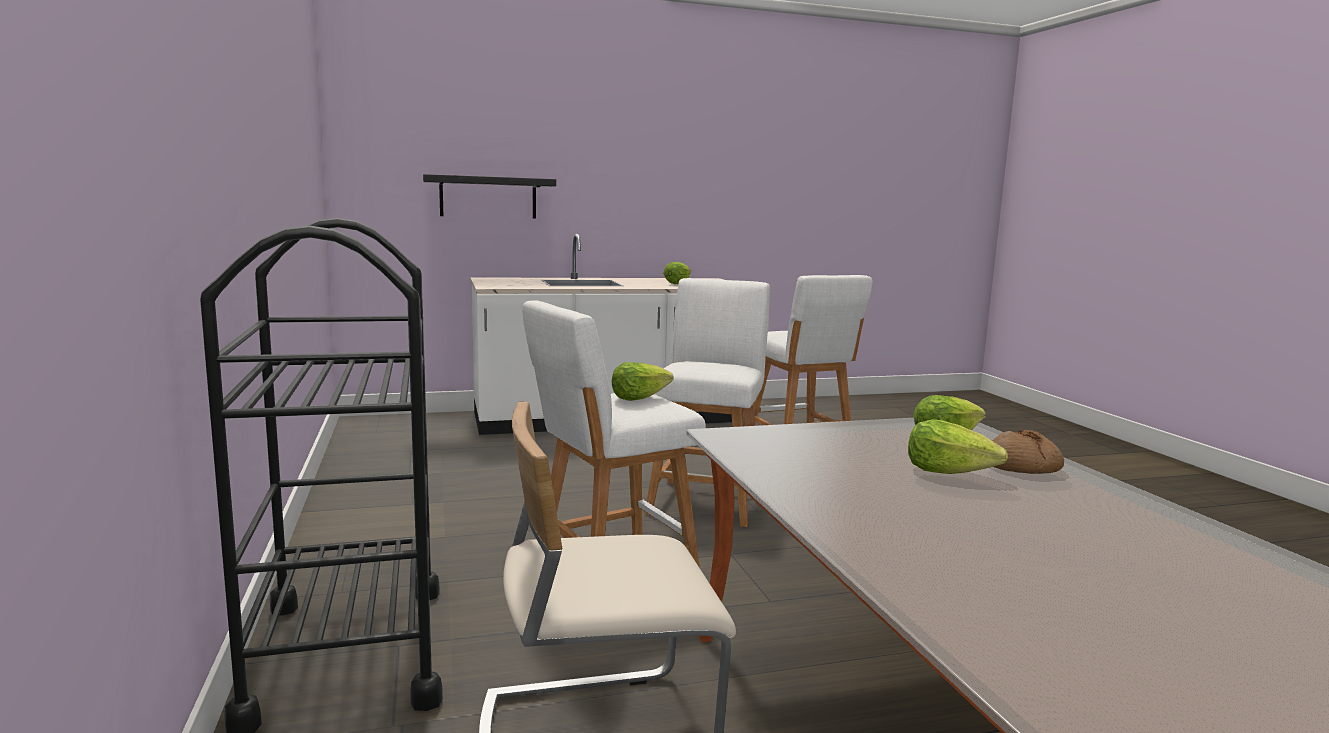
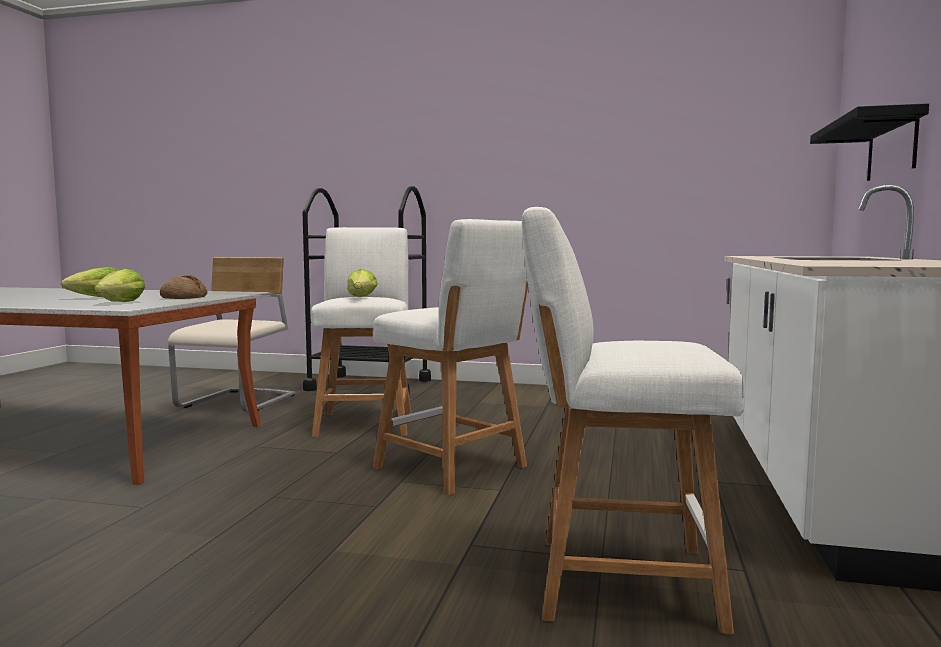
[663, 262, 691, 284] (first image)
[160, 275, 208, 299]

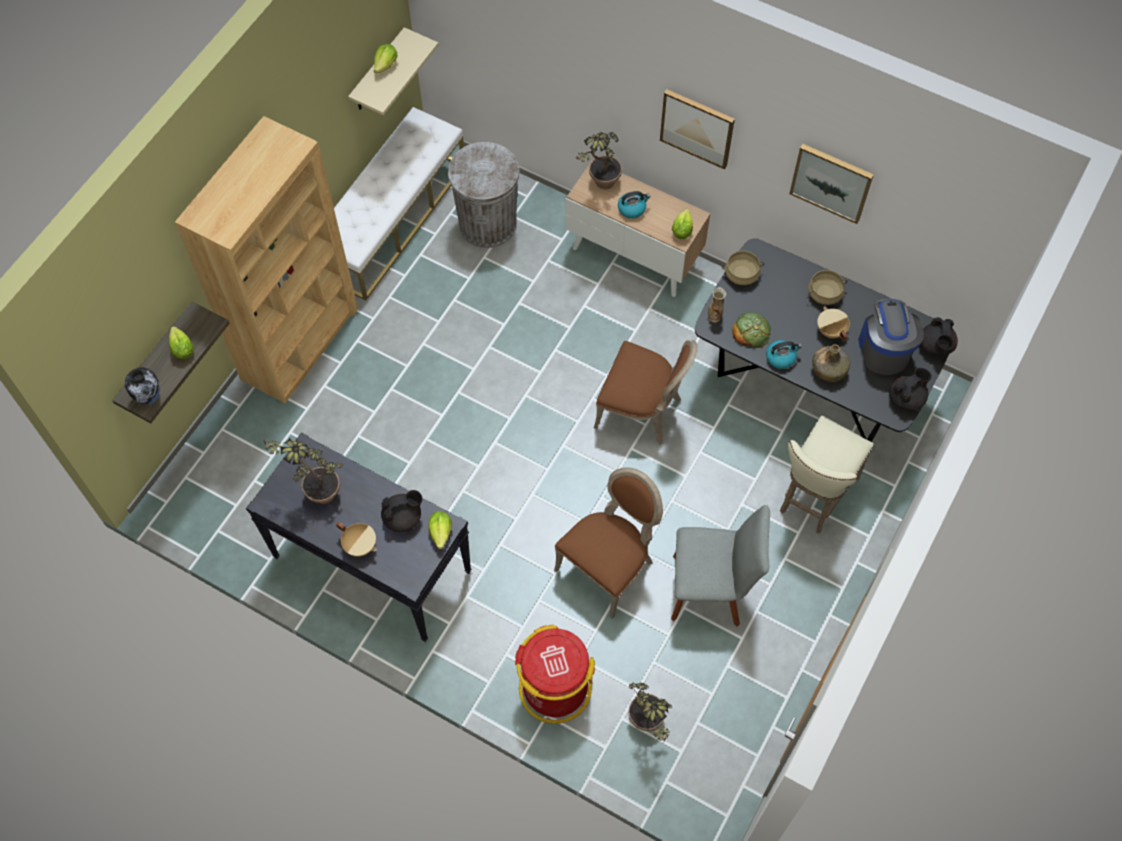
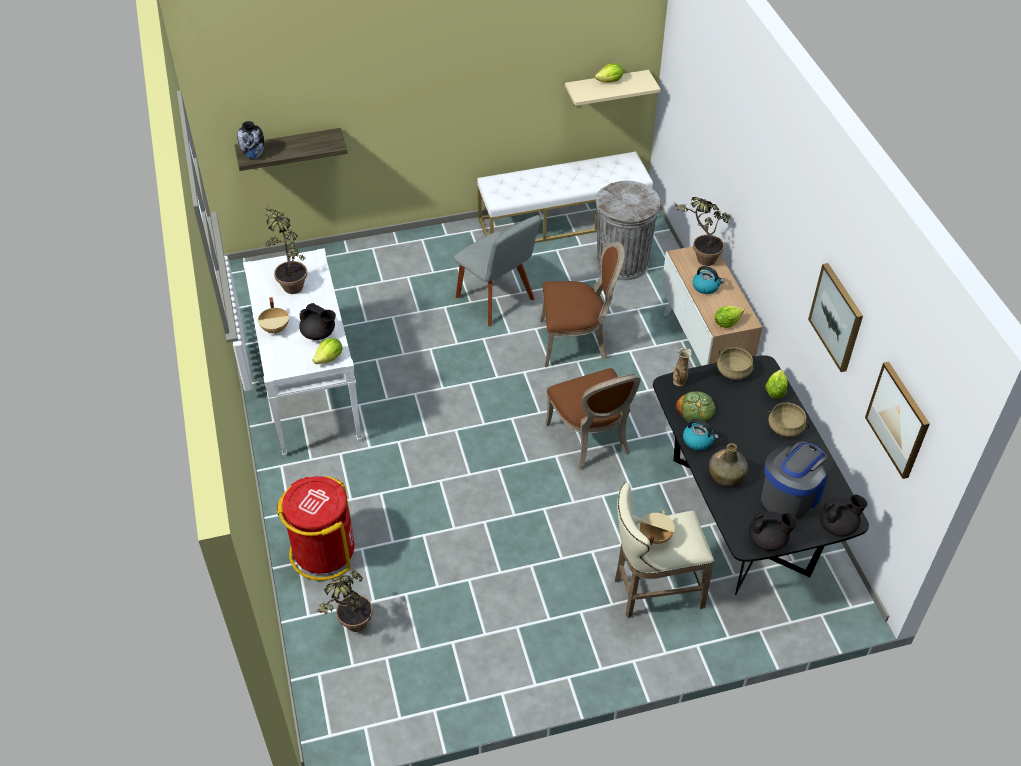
[865, 362, 930, 479]
[175, 116, 358, 403] (first image)
[640, 510, 675, 546]
[819, 494, 867, 537]
[765, 369, 788, 398]
[243, 248, 362, 457]
[540, 242, 625, 367]
[453, 215, 541, 326]

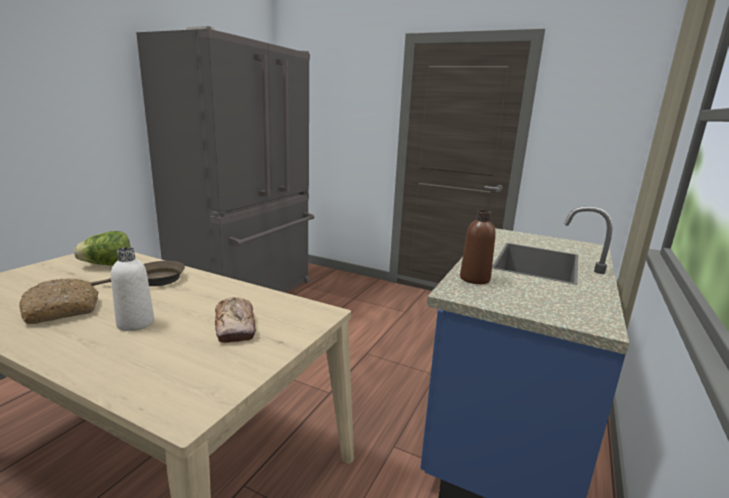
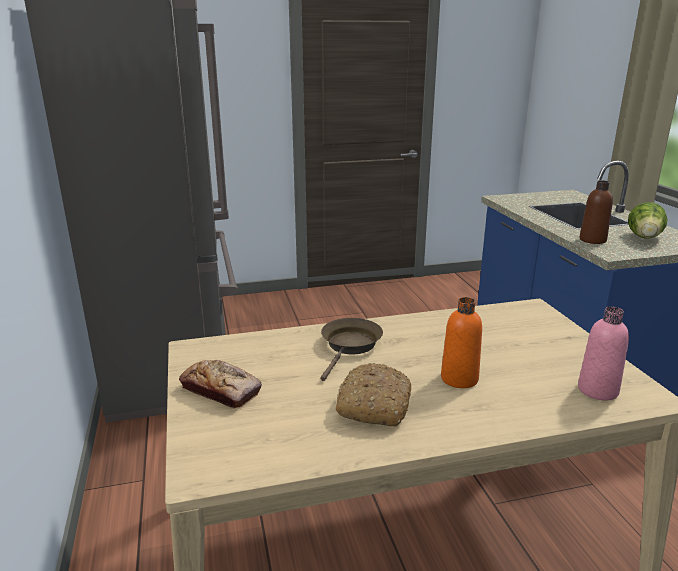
[628, 202, 667, 238]
[441, 297, 482, 388]
[179, 360, 262, 408]
[578, 306, 629, 401]

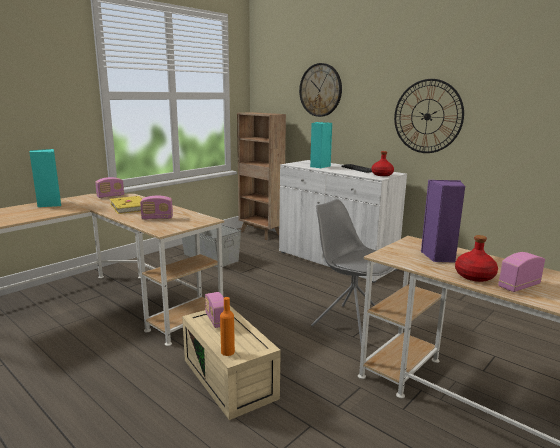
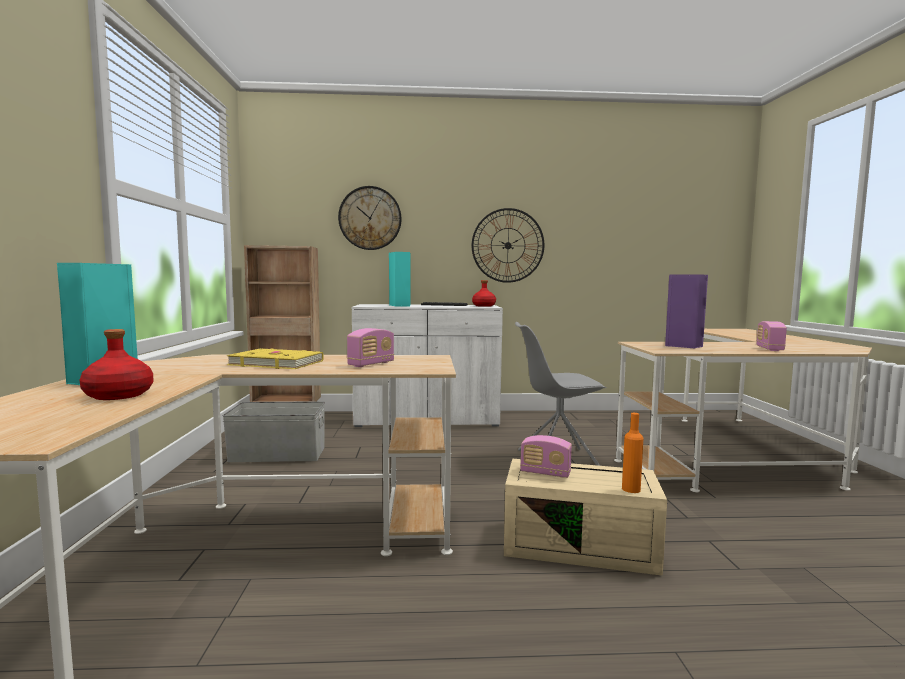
[95, 177, 124, 198] (first image)
[80, 329, 153, 400]

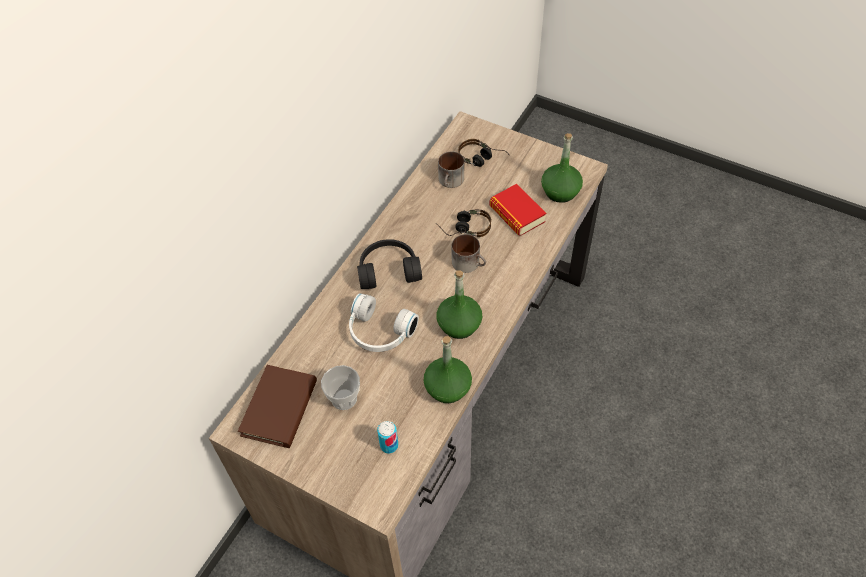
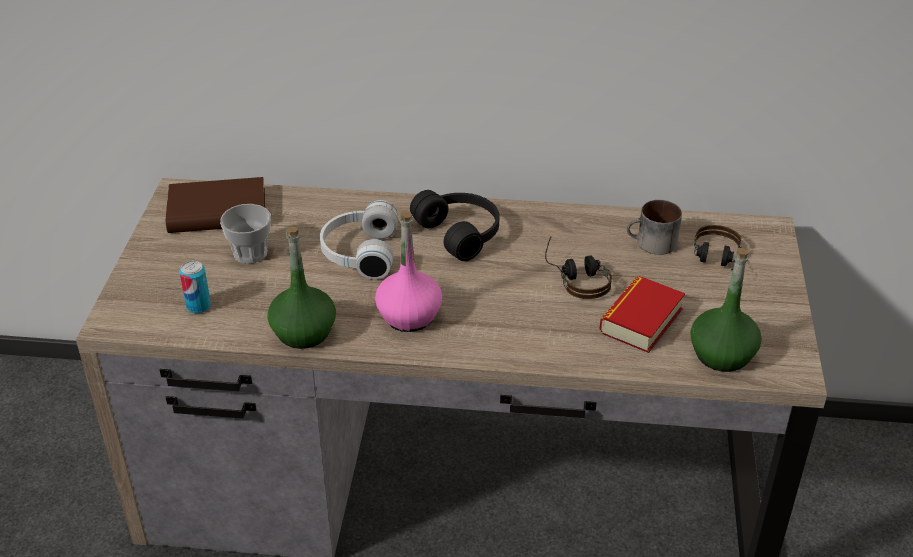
[451, 234, 486, 273] (first image)
[375, 210, 442, 332]

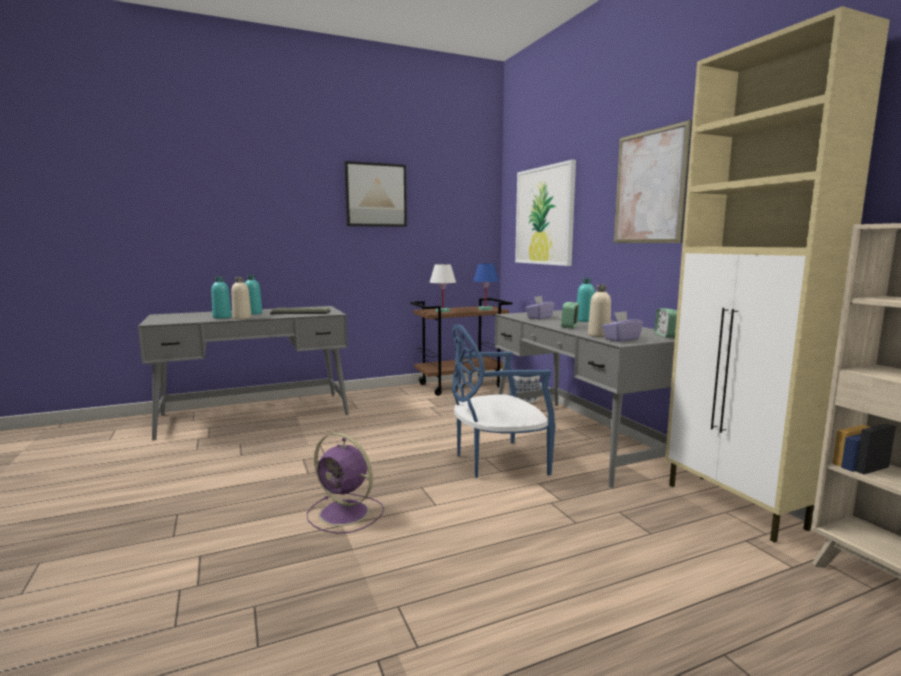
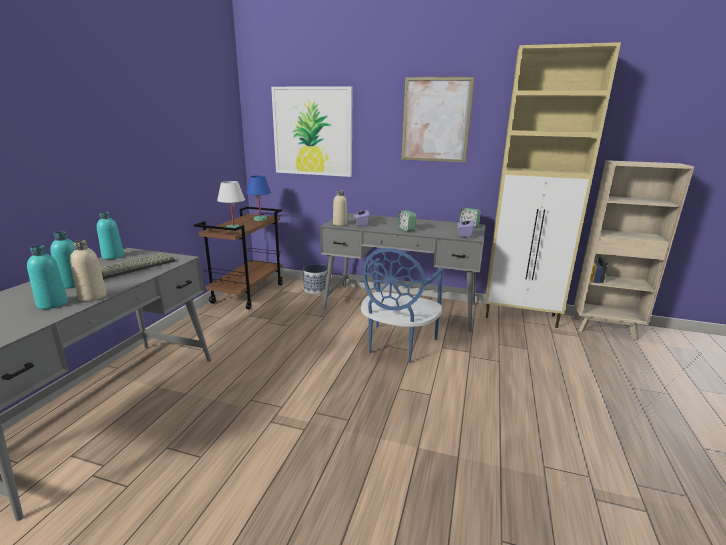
[344, 161, 407, 227] (first image)
[97, 212, 124, 259]
[333, 190, 347, 226]
[307, 433, 384, 534] (first image)

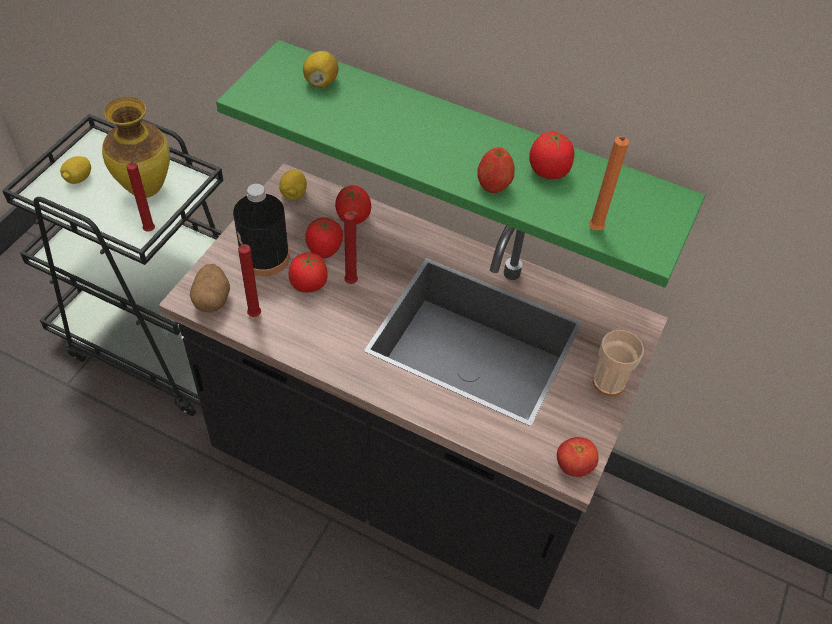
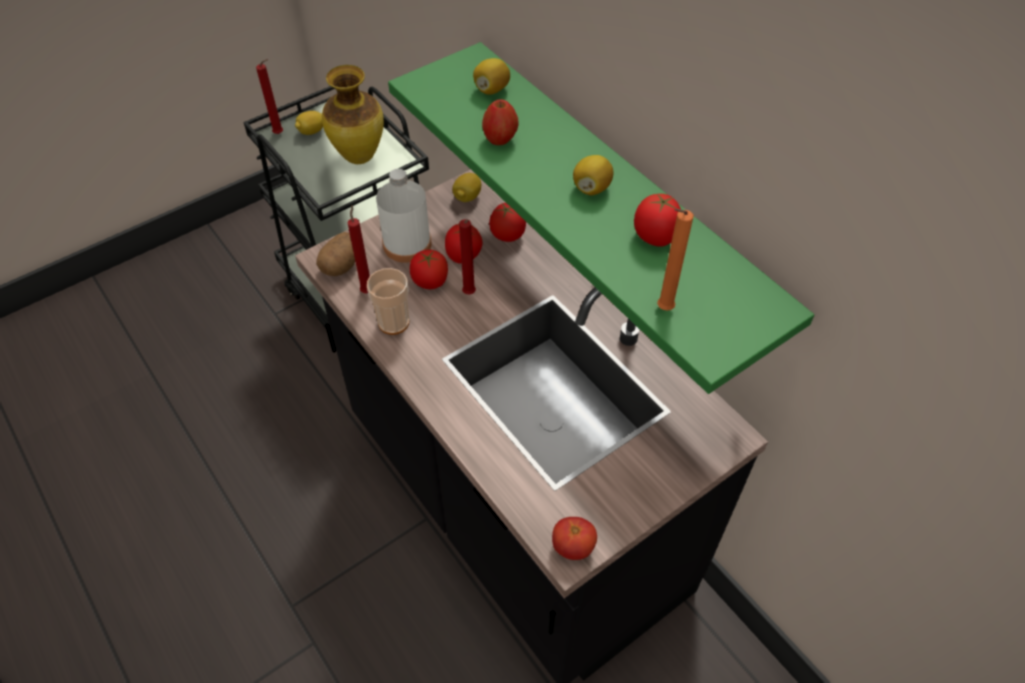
[482, 99, 519, 145]
[256, 59, 283, 134]
[376, 169, 432, 263]
[367, 268, 409, 335]
[573, 155, 613, 195]

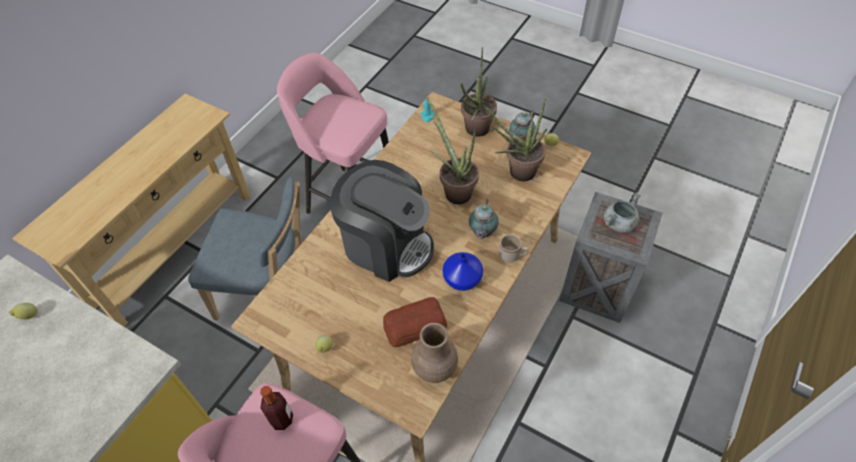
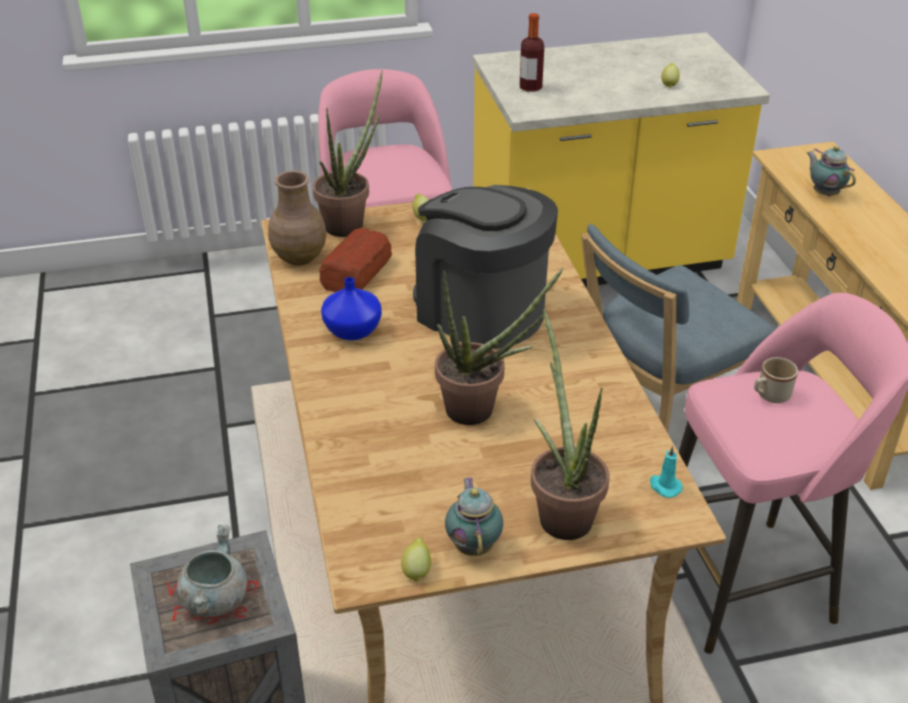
[313, 70, 383, 237]
[413, 185, 558, 349]
[807, 146, 856, 197]
[754, 357, 798, 403]
[520, 13, 544, 92]

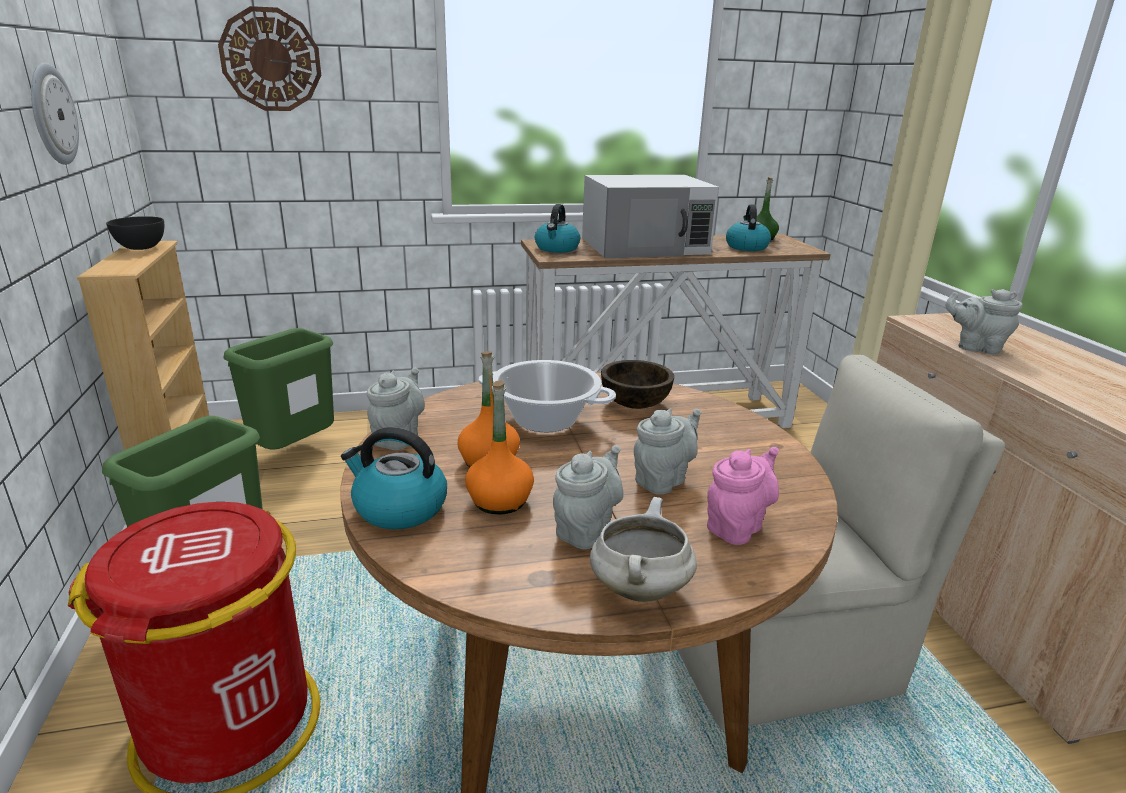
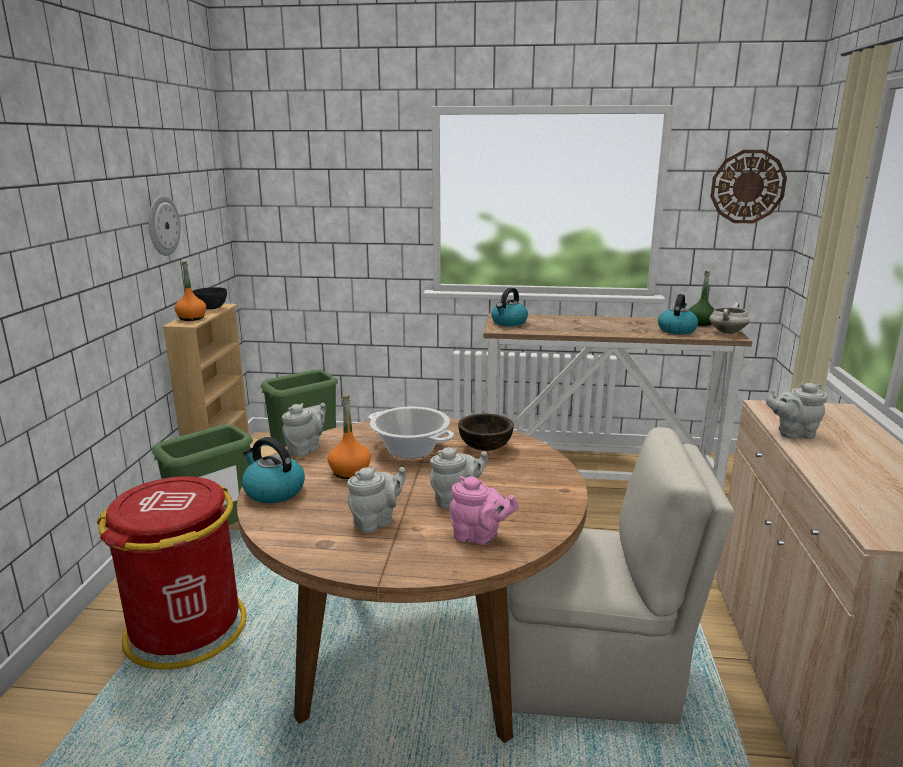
[710, 150, 787, 223]
[582, 175, 719, 258] (first image)
[766, 383, 828, 439]
[175, 261, 206, 321]
[450, 476, 519, 545]
[709, 303, 750, 334]

